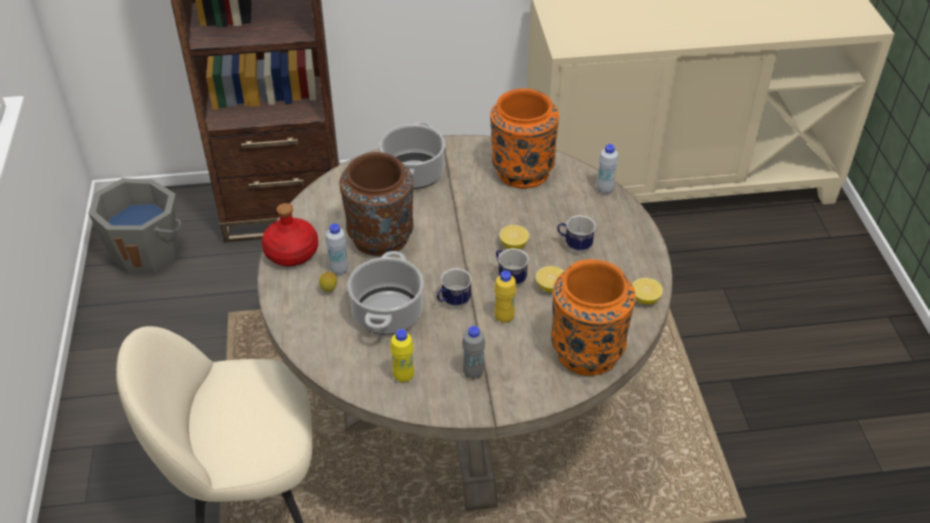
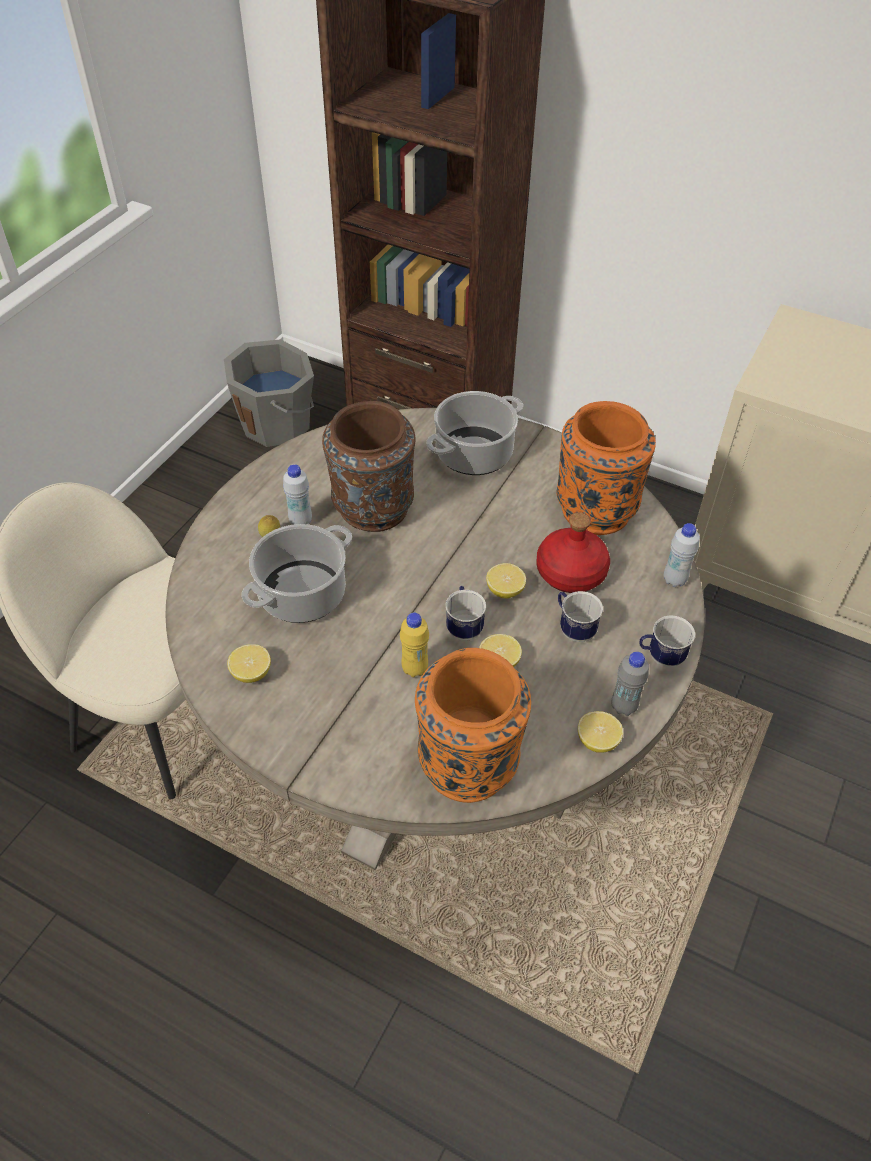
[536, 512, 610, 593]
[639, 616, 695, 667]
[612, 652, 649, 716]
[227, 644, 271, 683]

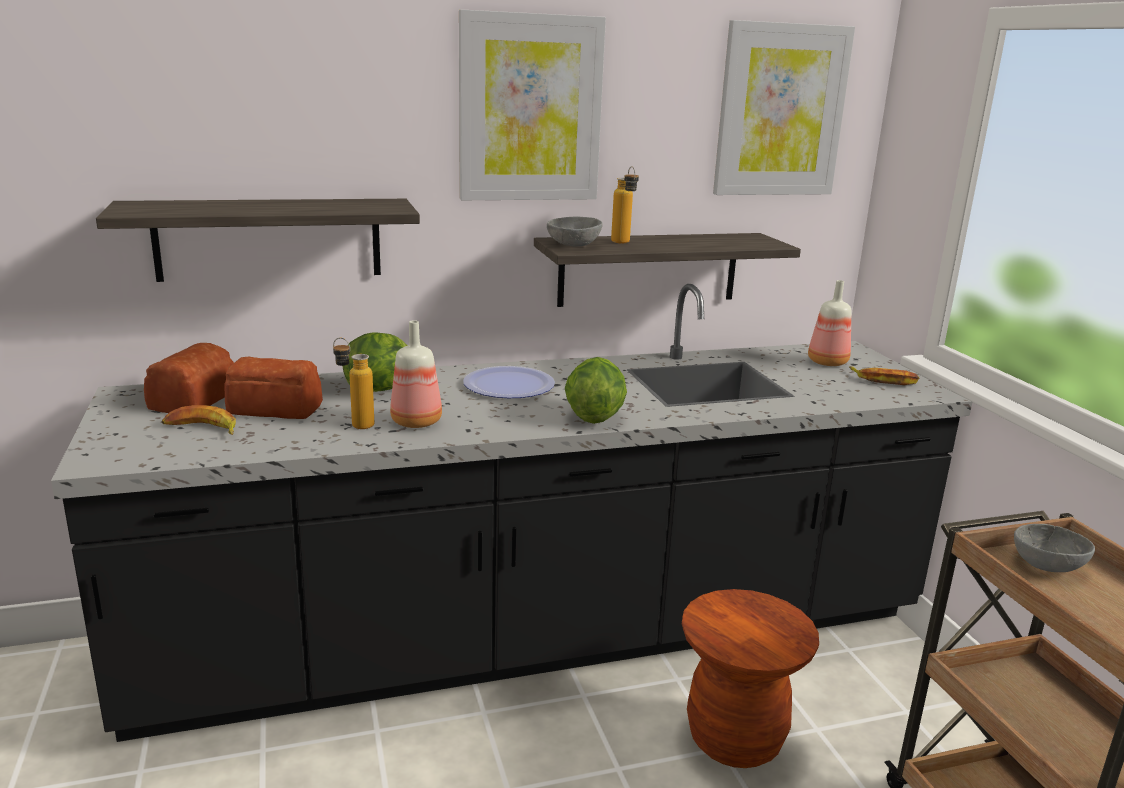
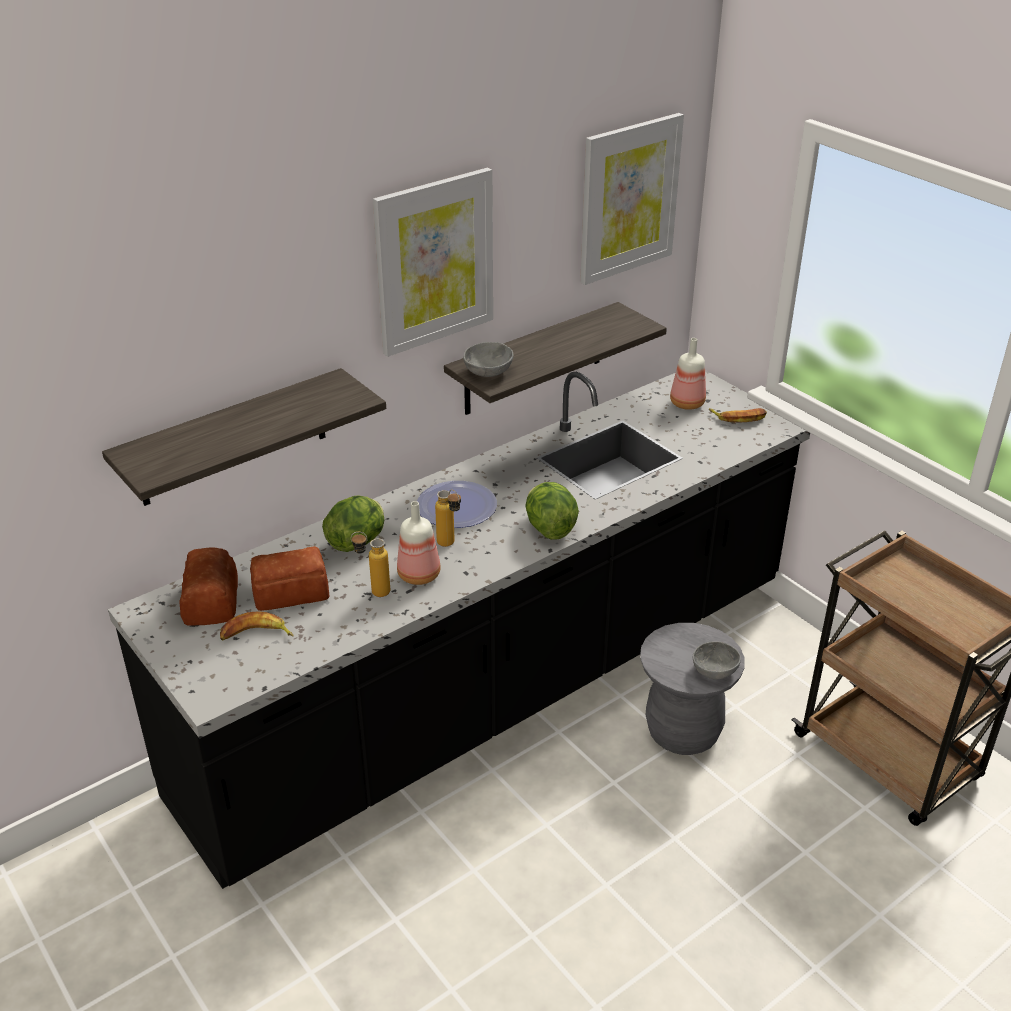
[435, 490, 461, 547]
[693, 641, 741, 680]
[640, 623, 745, 755]

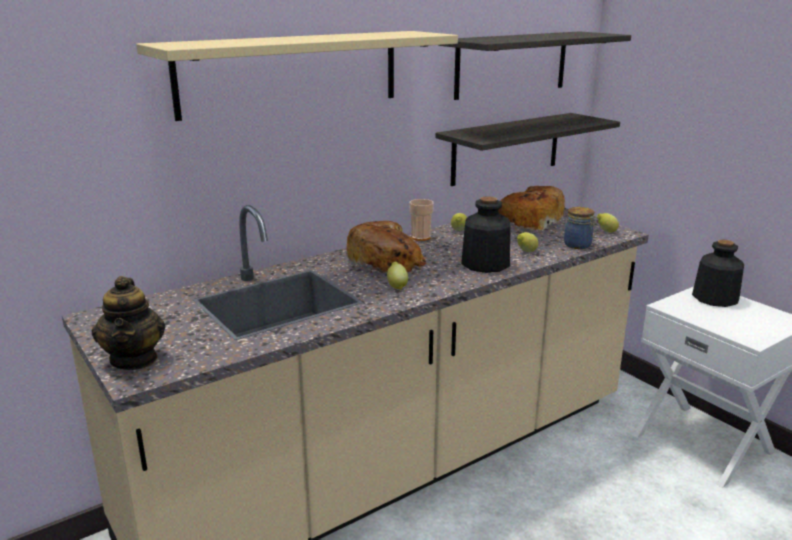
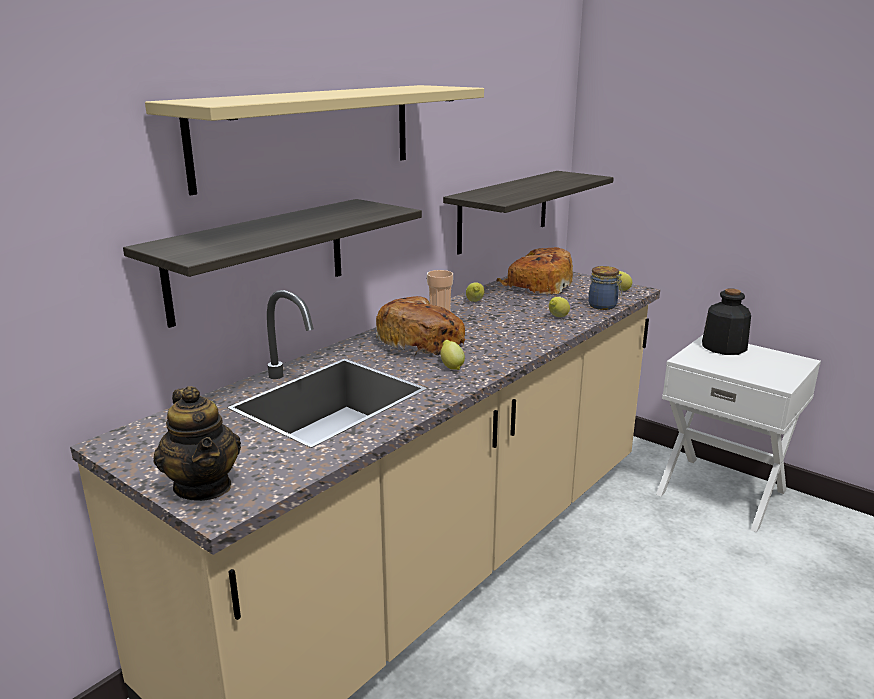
[123, 199, 422, 328]
[461, 196, 510, 273] (first image)

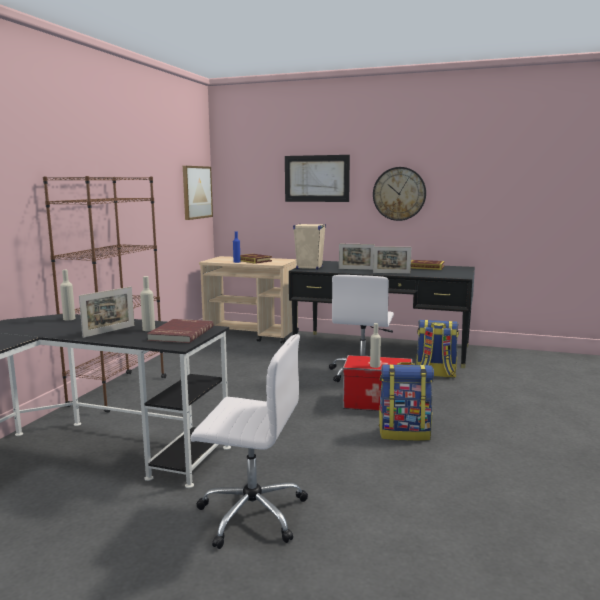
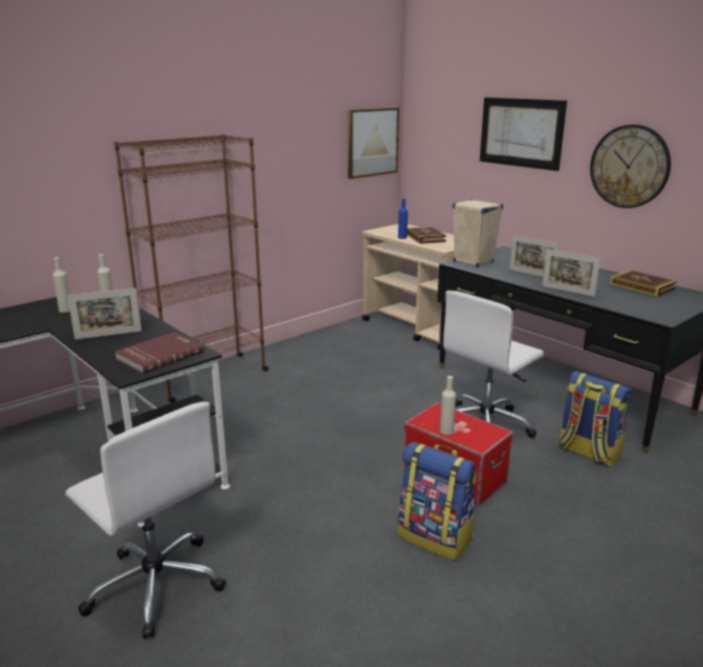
[53, 257, 70, 313]

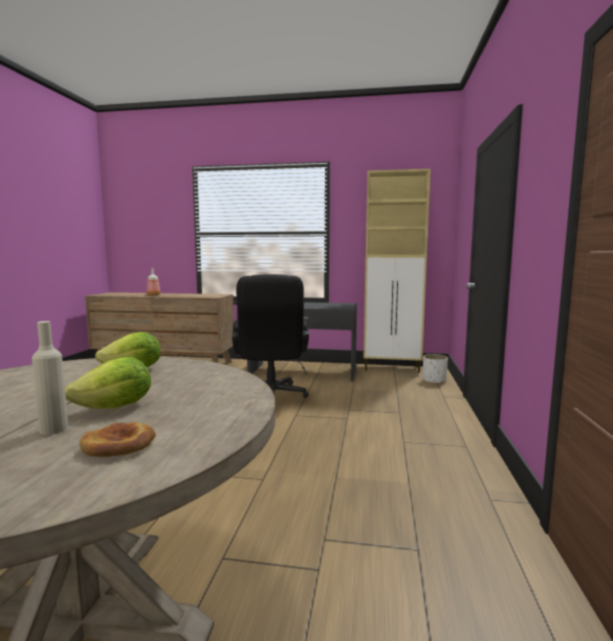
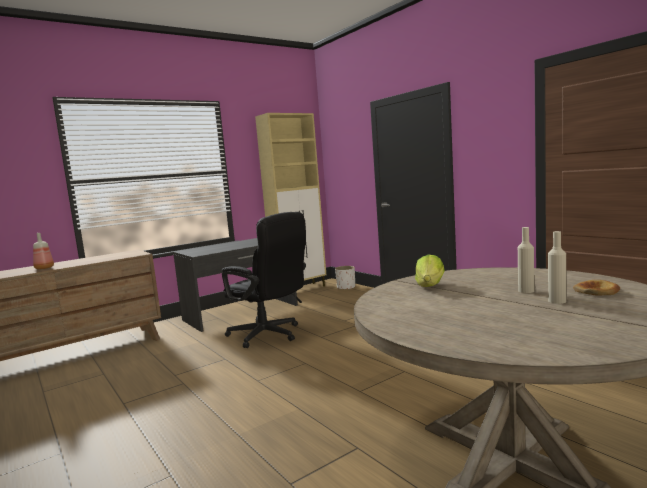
[518, 227, 534, 293]

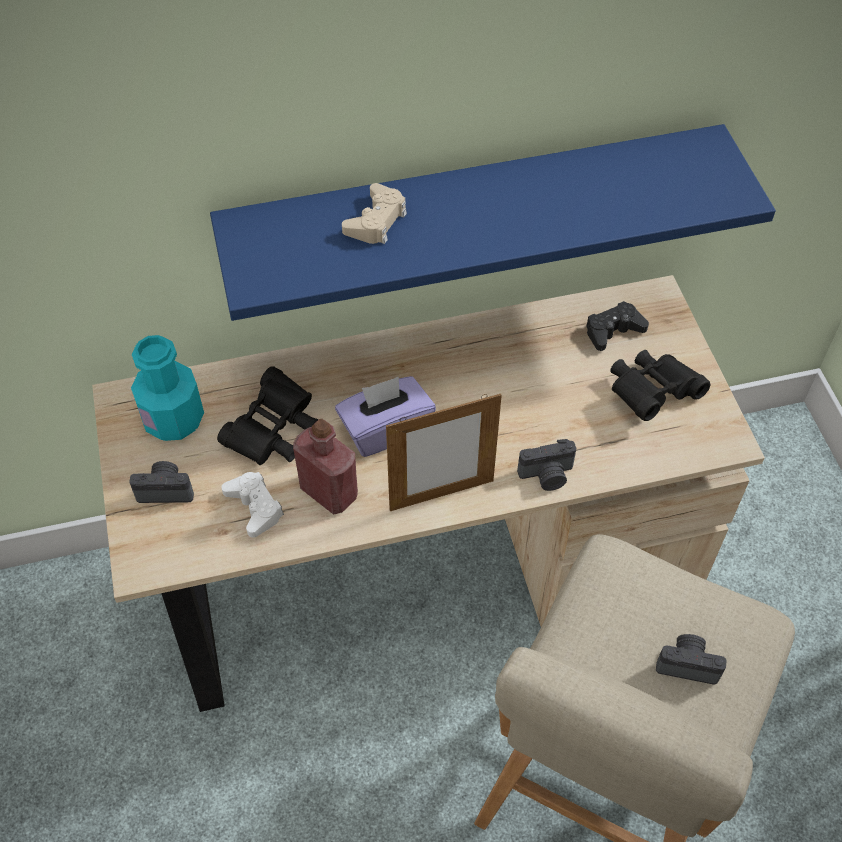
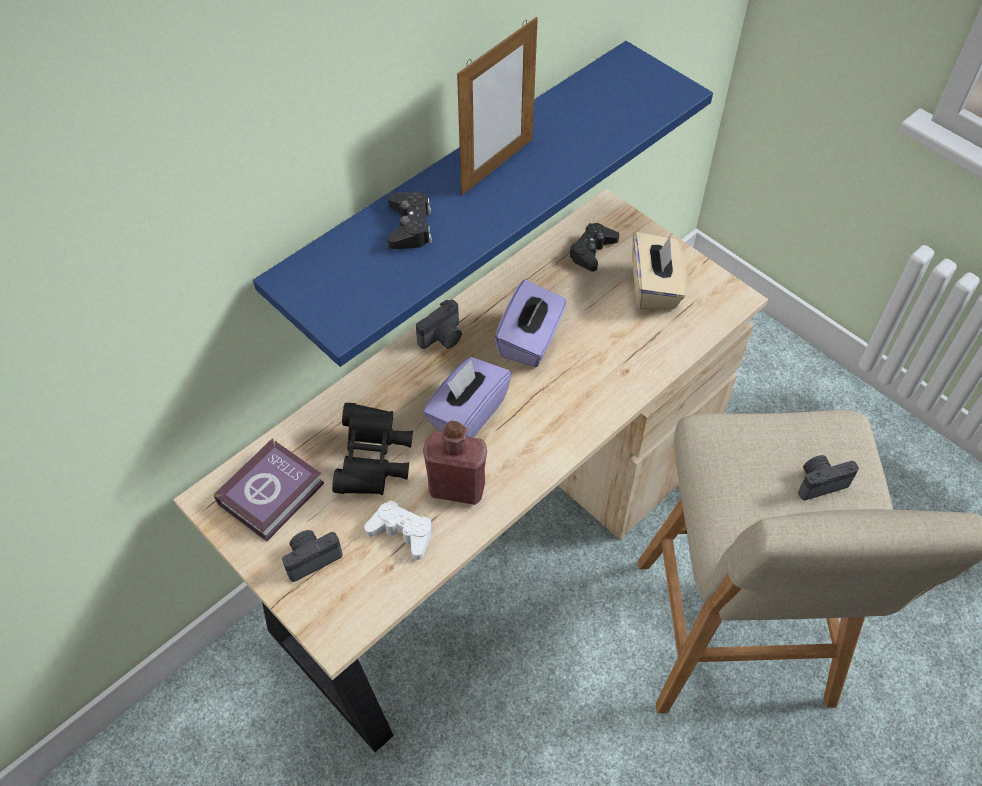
[387, 191, 432, 249]
[214, 438, 324, 542]
[632, 232, 687, 310]
[457, 17, 538, 195]
[416, 300, 462, 349]
[494, 280, 567, 367]

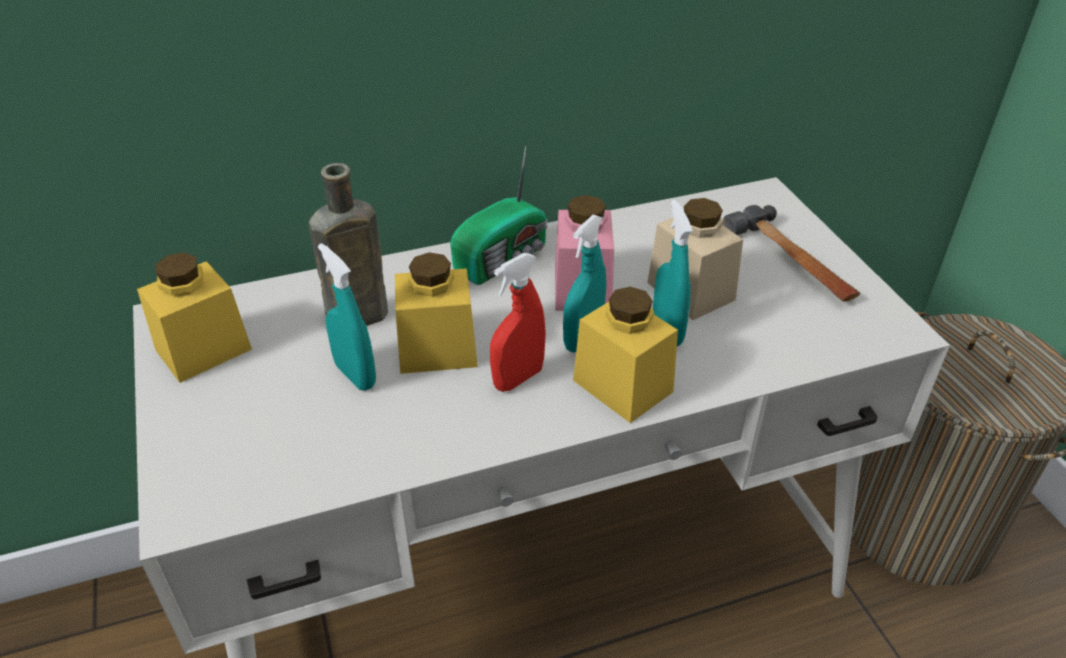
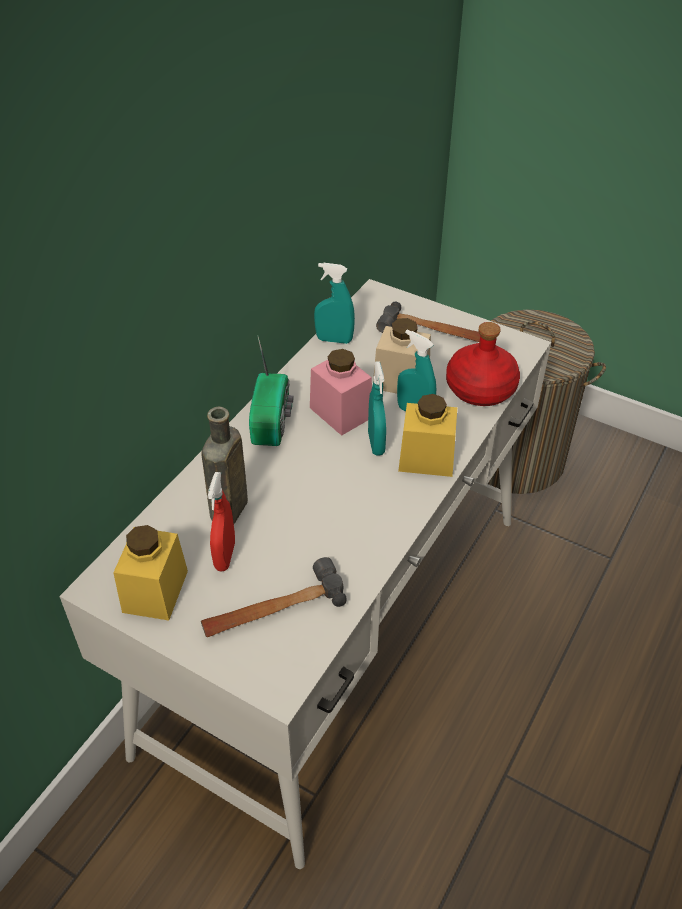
[314, 263, 355, 344]
[395, 252, 478, 374] (first image)
[208, 472, 235, 572]
[446, 322, 520, 406]
[201, 557, 347, 637]

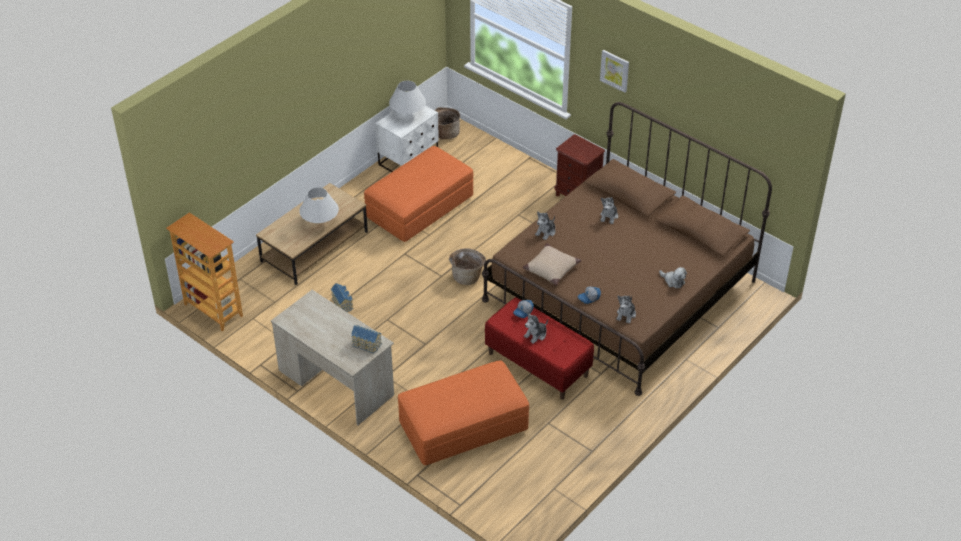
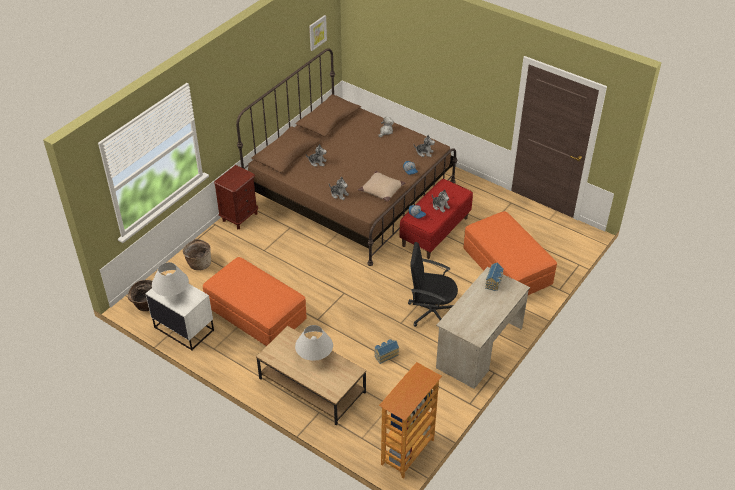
[309, 15, 327, 51]
[183, 239, 211, 270]
[408, 242, 458, 327]

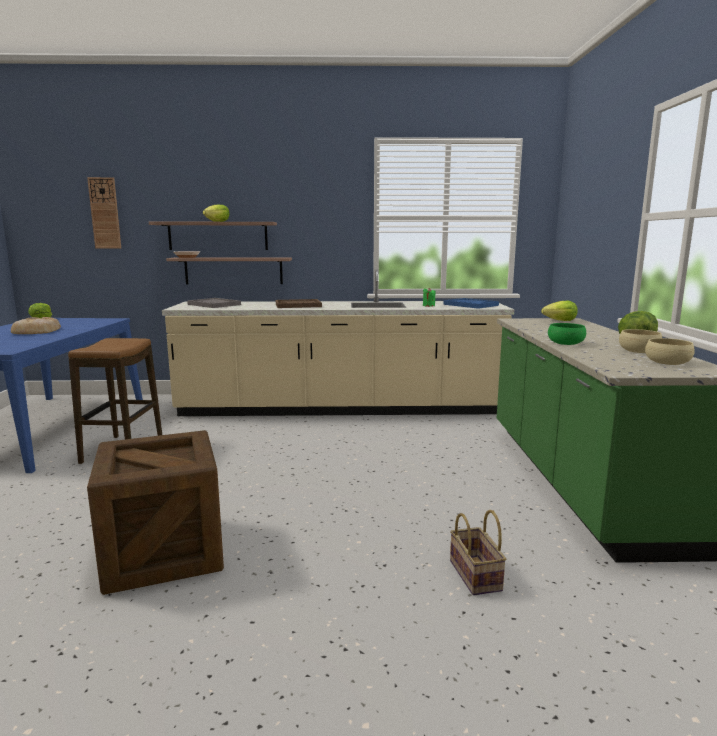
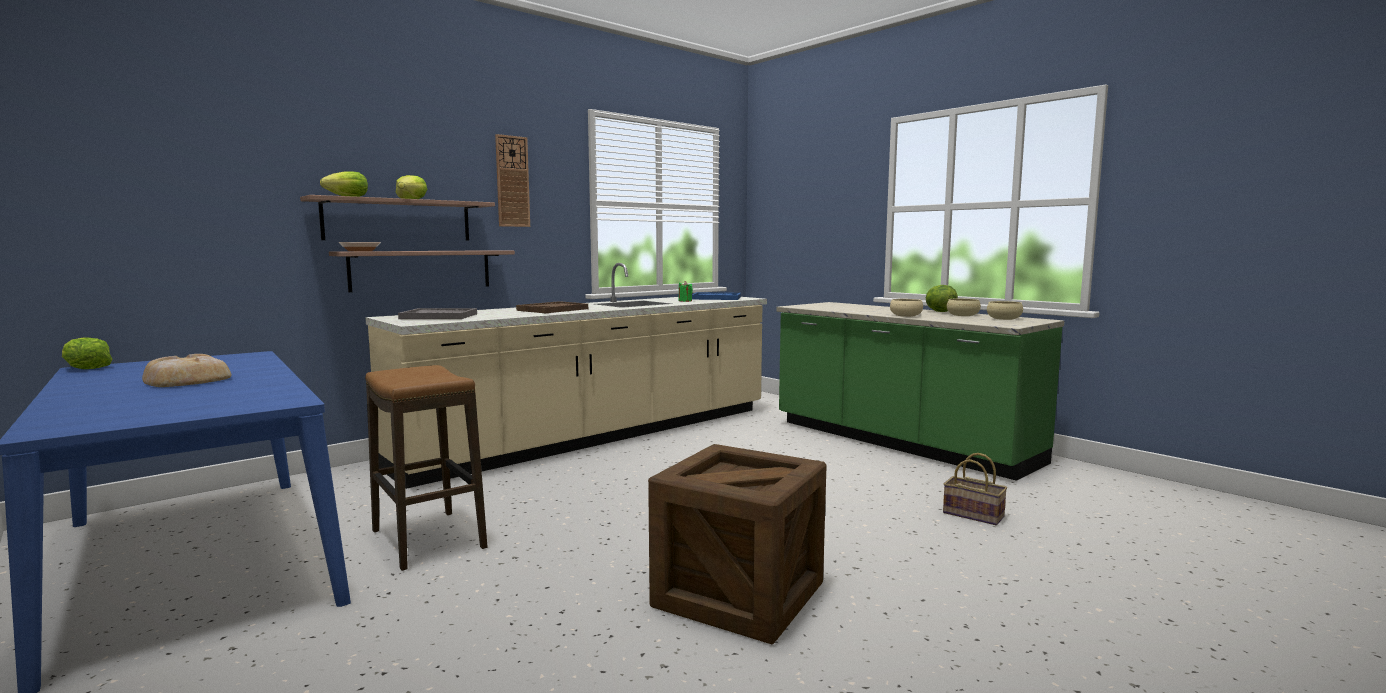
[495, 134, 530, 227]
[320, 172, 368, 197]
[890, 299, 923, 317]

